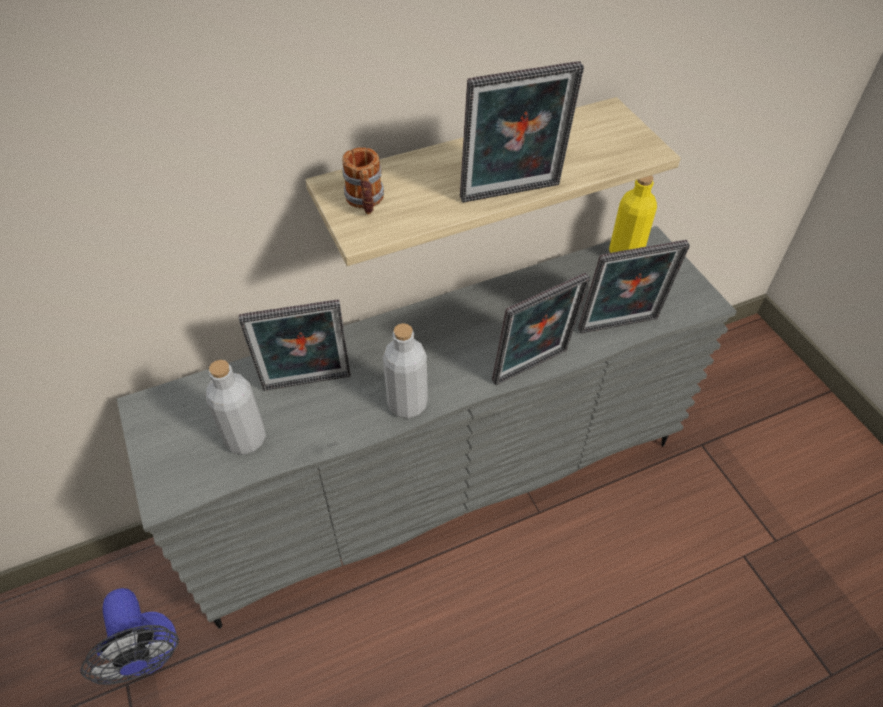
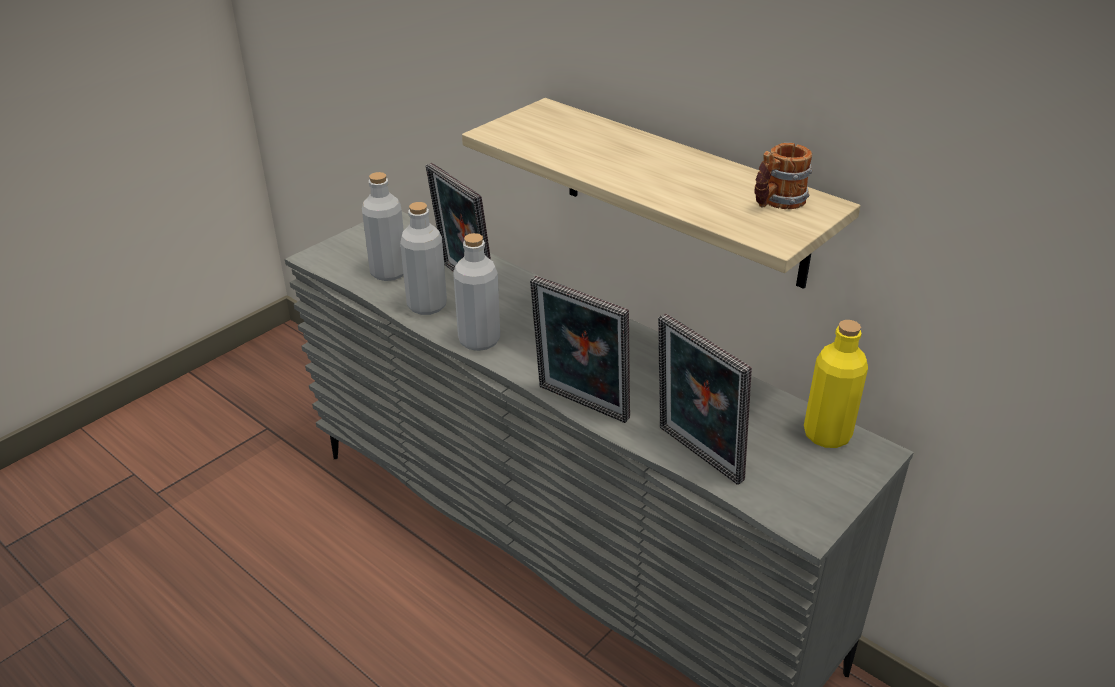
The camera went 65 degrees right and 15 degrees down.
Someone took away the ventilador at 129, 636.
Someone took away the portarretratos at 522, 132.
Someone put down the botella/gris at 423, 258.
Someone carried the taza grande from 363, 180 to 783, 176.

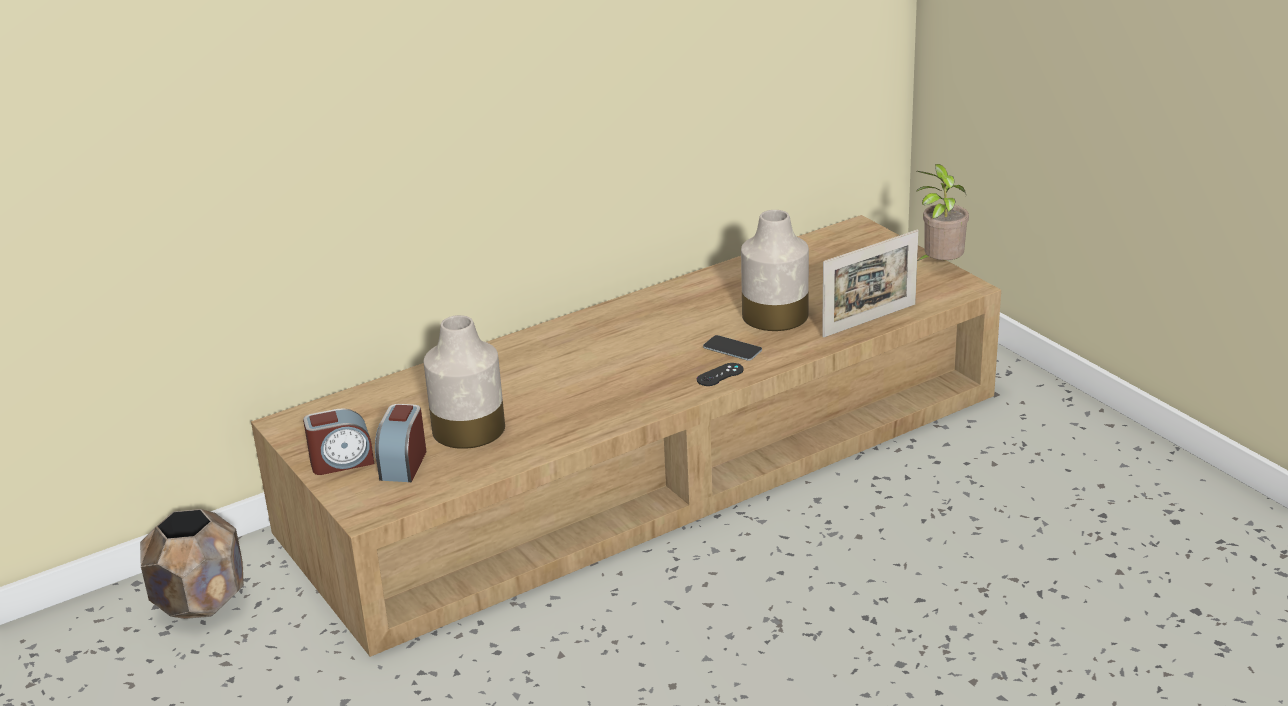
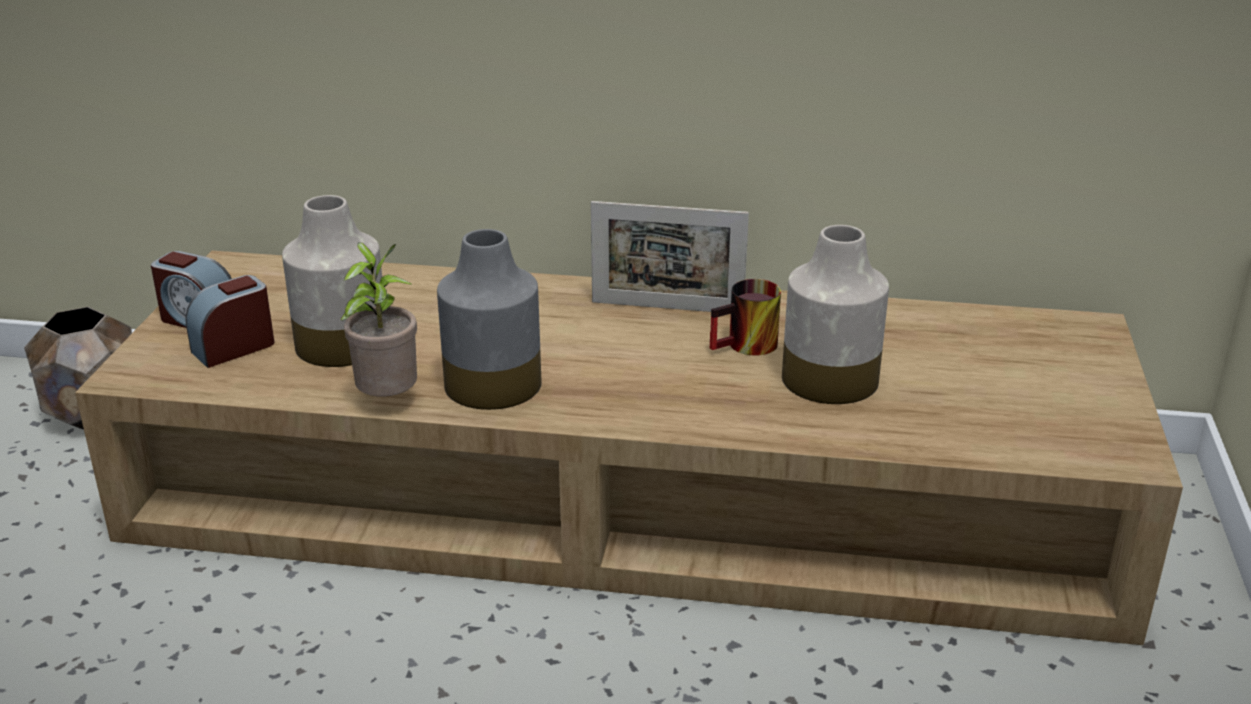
The camera went 40 degrees right and 0 degrees up.
Someone took away the mando de consola/negro at 720, 374.
Someone took away the móvil at 732, 348.
Someone put down the florero/gris at 489, 319.
Someone put down the taza grande at 745, 317.
Someone carried the portarretratos from 870, 284 to 670, 256.
Someone carried the planta en maceta from 942, 212 to 378, 319.

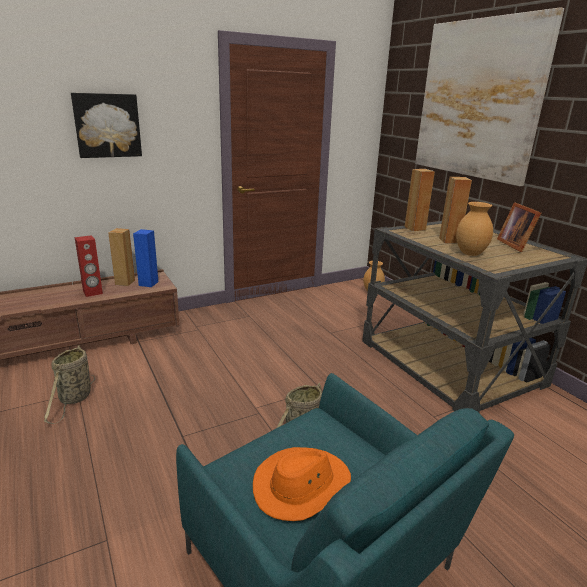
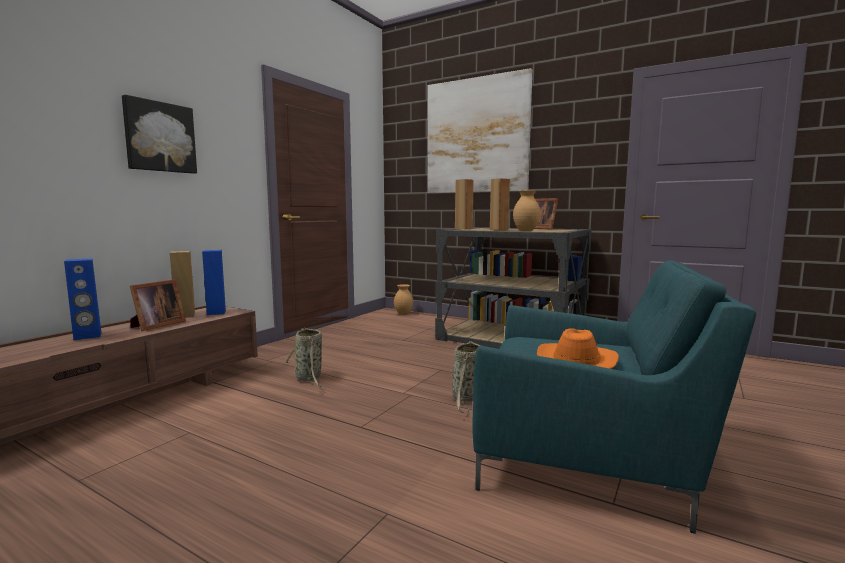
The camera went 30 degrees left and 15 degrees down.
Someone put down the altavoz/azul at 82, 299.
Someone carried the cesta from 69, 384 to 304, 358.
Someone swapped the altavoz/rojo at 89, 266 for the portarretratos at 158, 305.

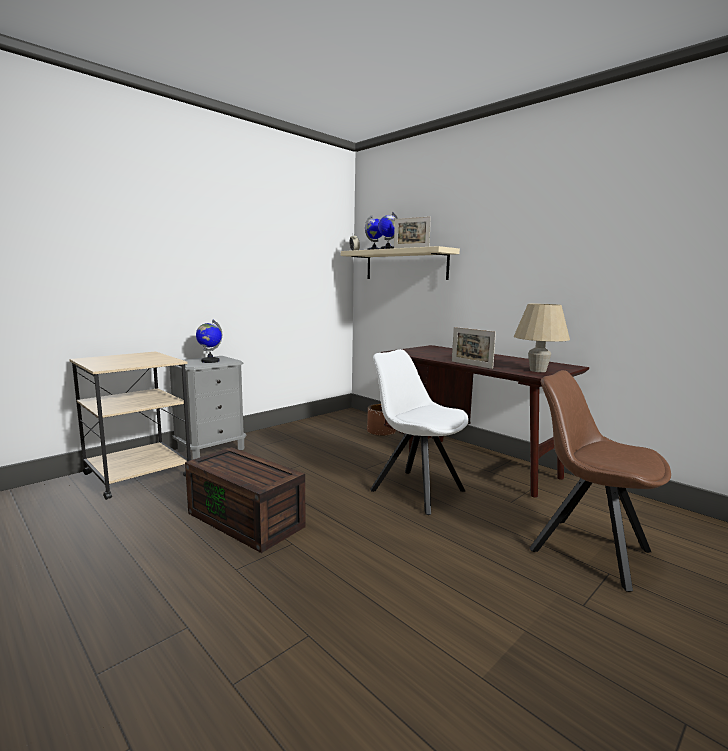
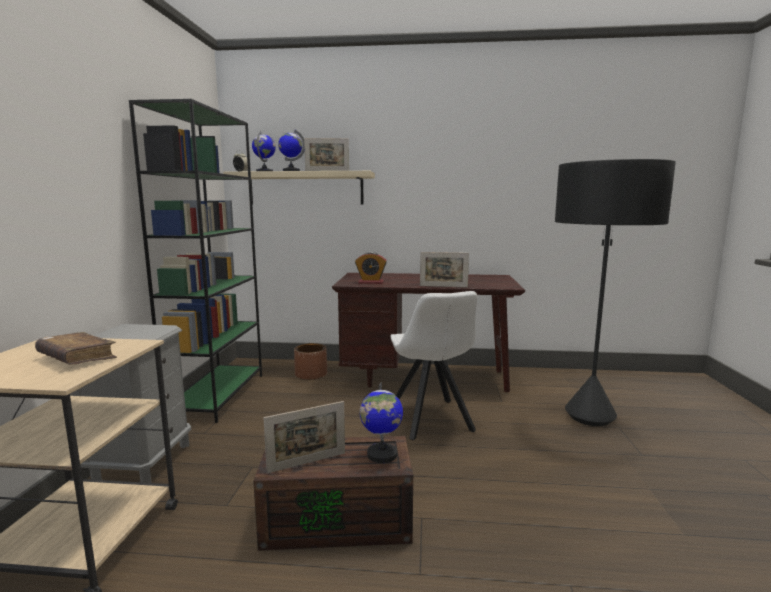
The camera went 40 degrees left and 0 degrees up.
Someone took away the lámpara de mesa/beis at 542, 338.
Someone put down the libro/marrón at 76, 348.
Someone put down the estantería/verde at 195, 261.
Someone put down the portarretratos at 304, 437.
Someone put down the despertador at 371, 268.
Someone carried the globo terráqueo from 209, 341 to 381, 422.
Someone swapped the silla/marrón at 600, 481 for the lámpara de pie/negro at 615, 292.
Someone rotated the silla/blanco at 419, 432 by 105 degrees counterclockwise.

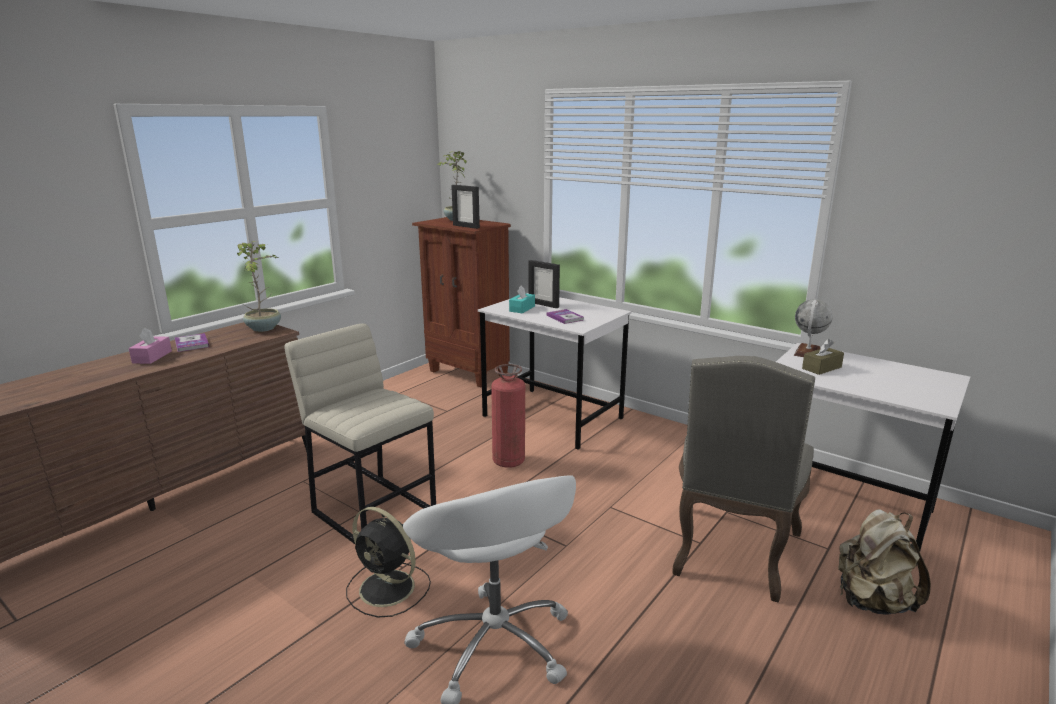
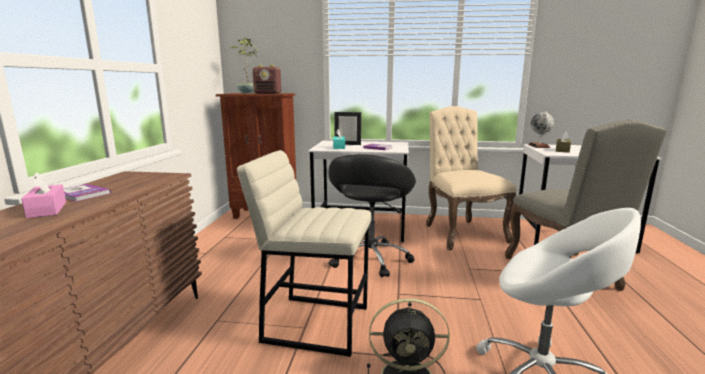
The camera went 30 degrees left and 5 degrees down.
Someone took away the planta en maceta at 259, 286.
Someone took away the mochila/beis at 884, 562.
Someone put down the silla/beis at 471, 178.
Someone swapped the portarretratos at 465, 207 for the radio at 266, 79.
Someone swapped the extintor at 508, 416 for the silla de oficina/negro at 372, 215.

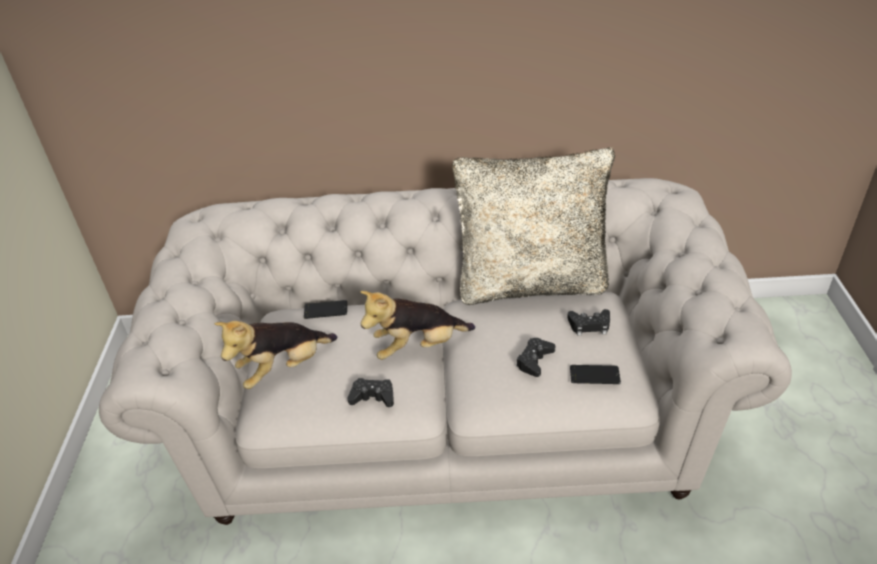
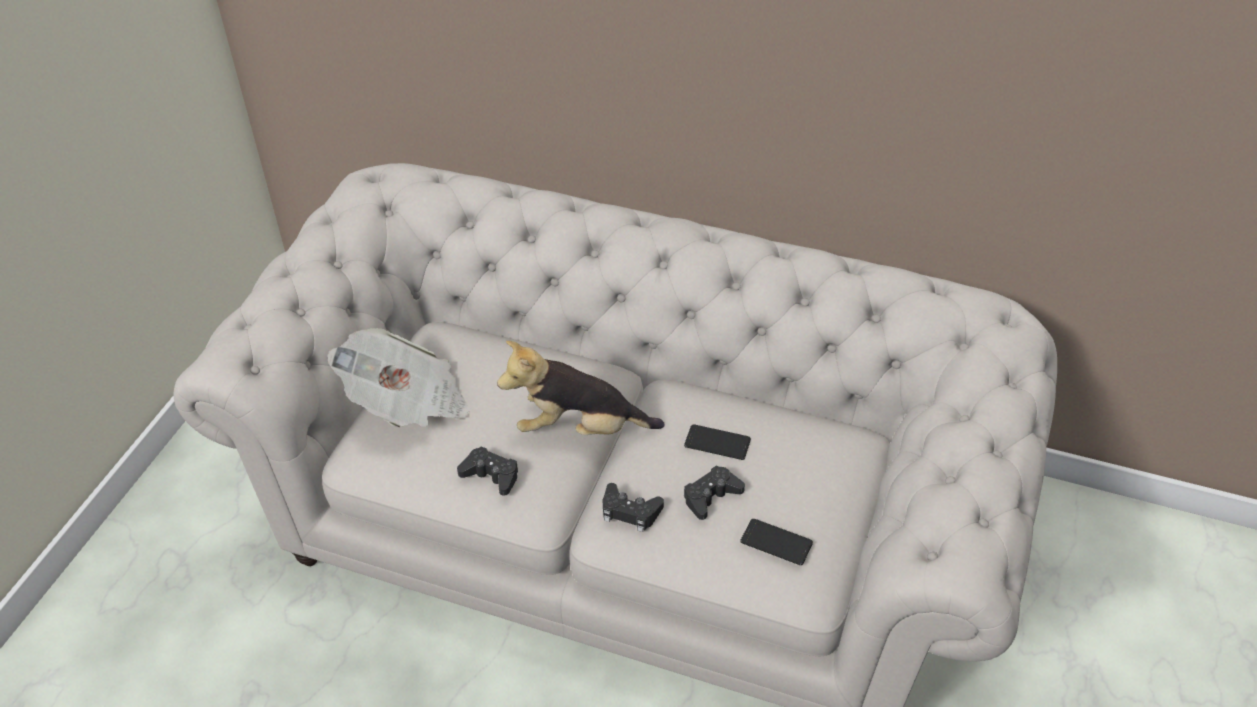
The camera went 20 degrees right and 5 degrees up.
Someone took away the cojín/beis at 533, 226.
Someone carried the móvil from 325, 309 to 717, 442.
Someone carried the mando de consola/negro from 588, 322 to 633, 507.
Someone swapped the peluche at 275, 355 for the periódico at 398, 377.

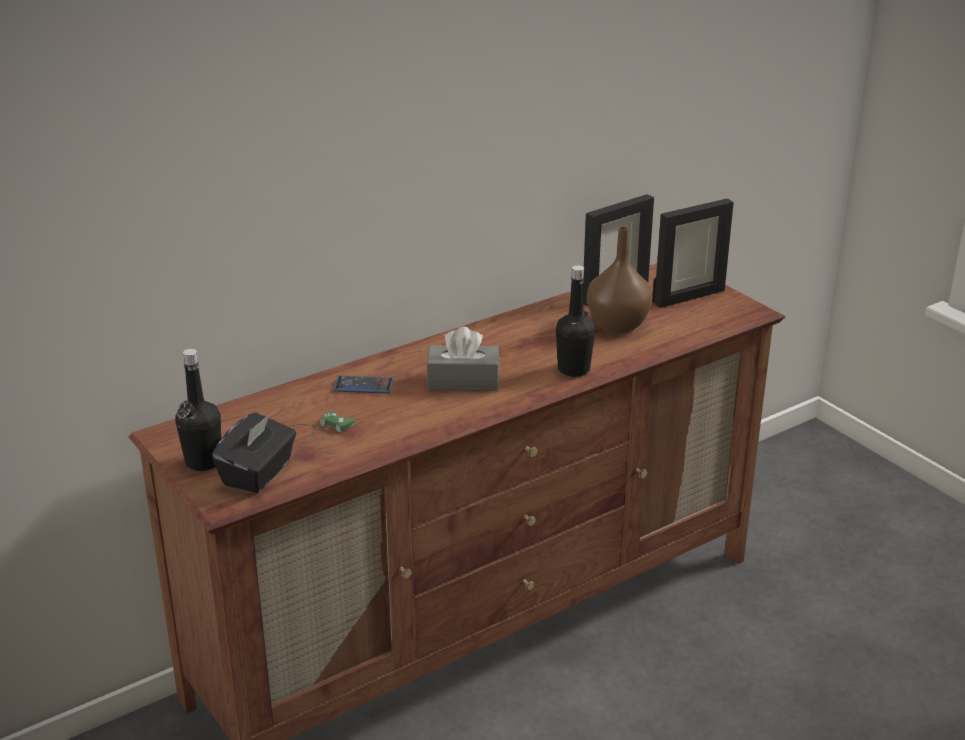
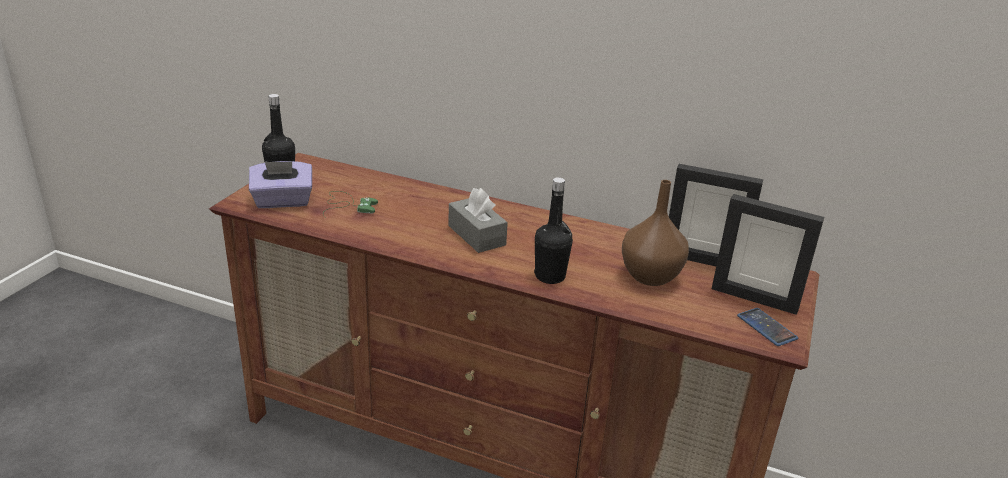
The camera went 55 degrees right and 0 degrees up.
Someone carried the móvil from 363, 385 to 767, 327.
Someone repainted the caja de pañuelos/negro at 254, 452, which became the caja de pañuelos/morado at 280, 184.

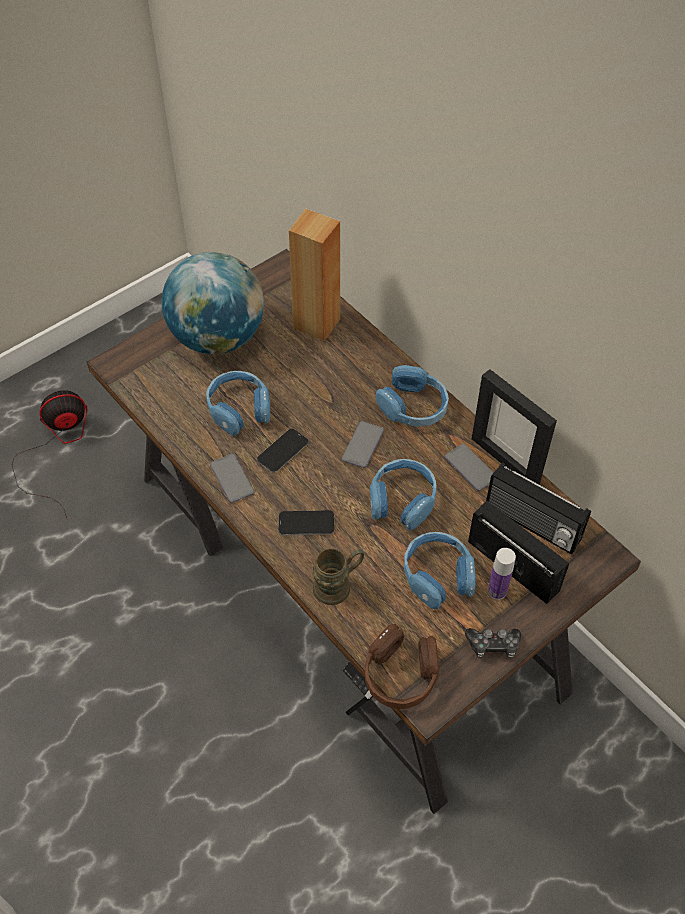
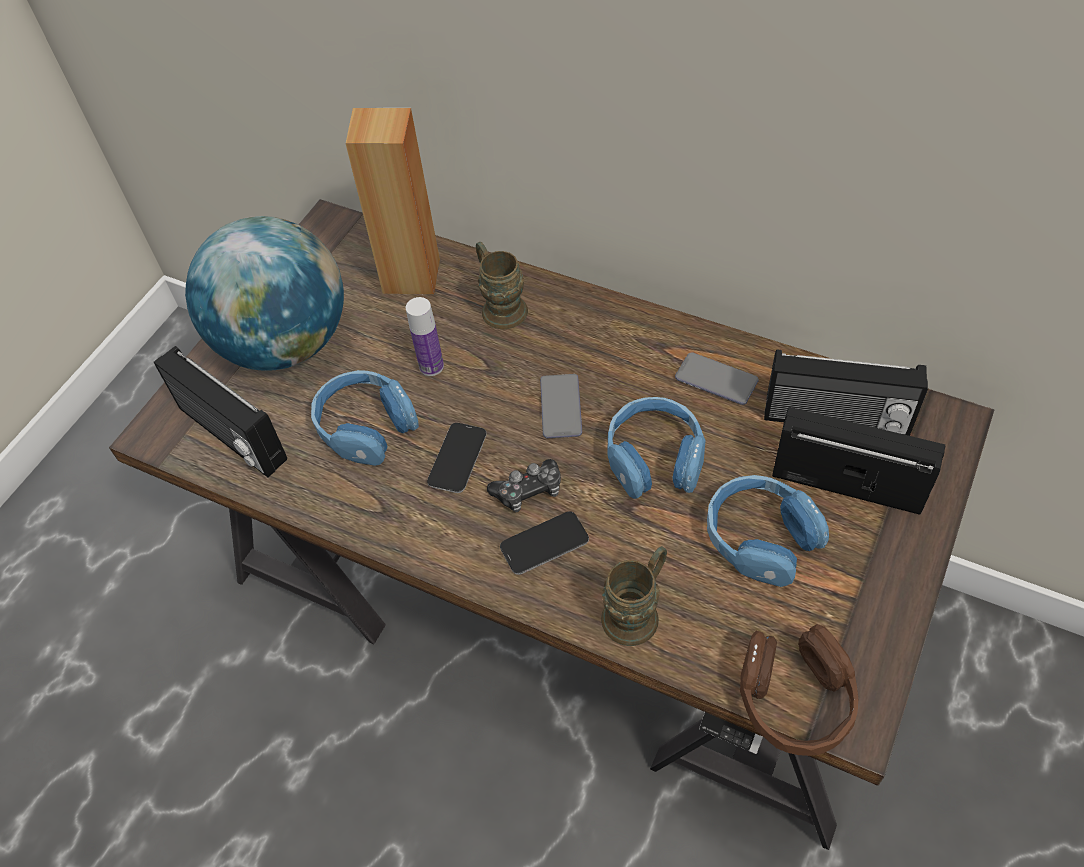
The camera went 20 degrees left and 0 degrees up.
Someone took away the ventilador at 49, 454.
Someone took away the móvil at 232, 478.
Someone took away the auriculares/azul at 412, 396.
Someone took away the portarretratos at 514, 426.
Someone put down the radio at 220, 411.
Someone put down the taza grande/marrón at 502, 285.
Someone carried the mando de consola from 493, 643 to 524, 485.
Someone carried the botella from 502, 574 to 425, 336.

